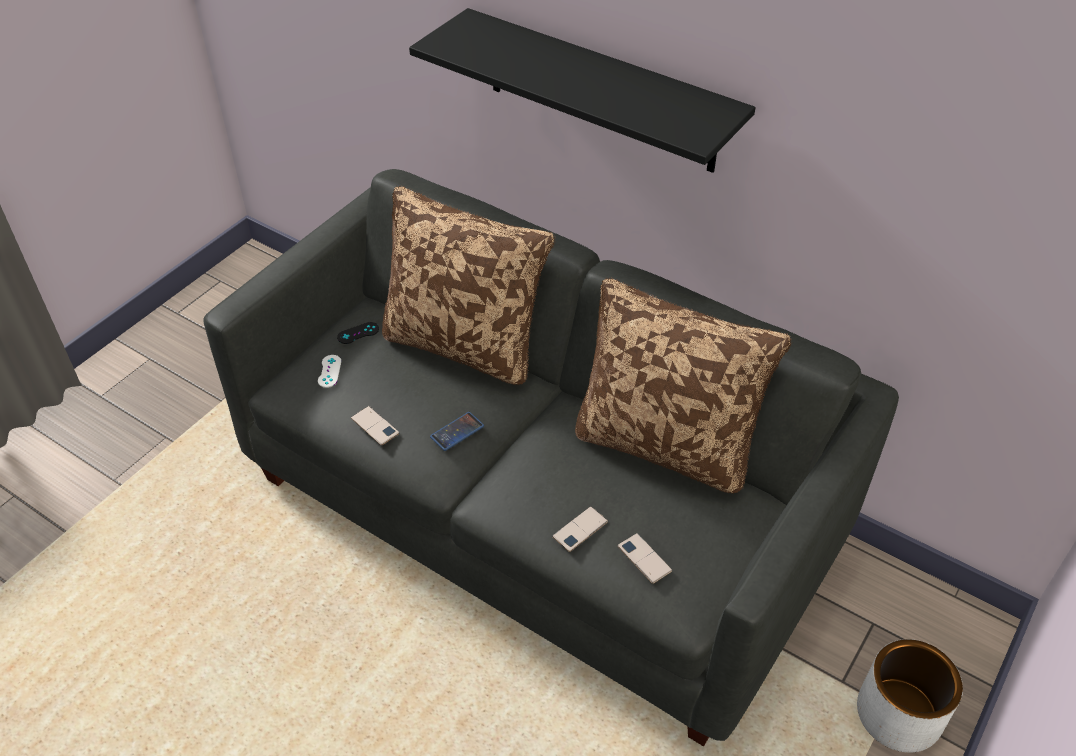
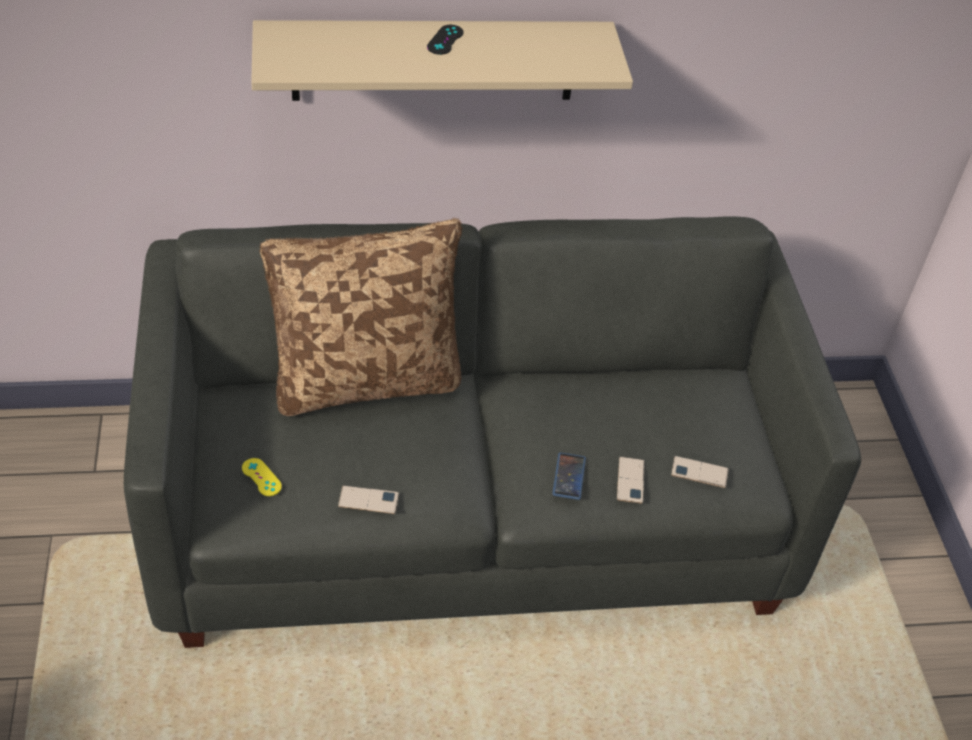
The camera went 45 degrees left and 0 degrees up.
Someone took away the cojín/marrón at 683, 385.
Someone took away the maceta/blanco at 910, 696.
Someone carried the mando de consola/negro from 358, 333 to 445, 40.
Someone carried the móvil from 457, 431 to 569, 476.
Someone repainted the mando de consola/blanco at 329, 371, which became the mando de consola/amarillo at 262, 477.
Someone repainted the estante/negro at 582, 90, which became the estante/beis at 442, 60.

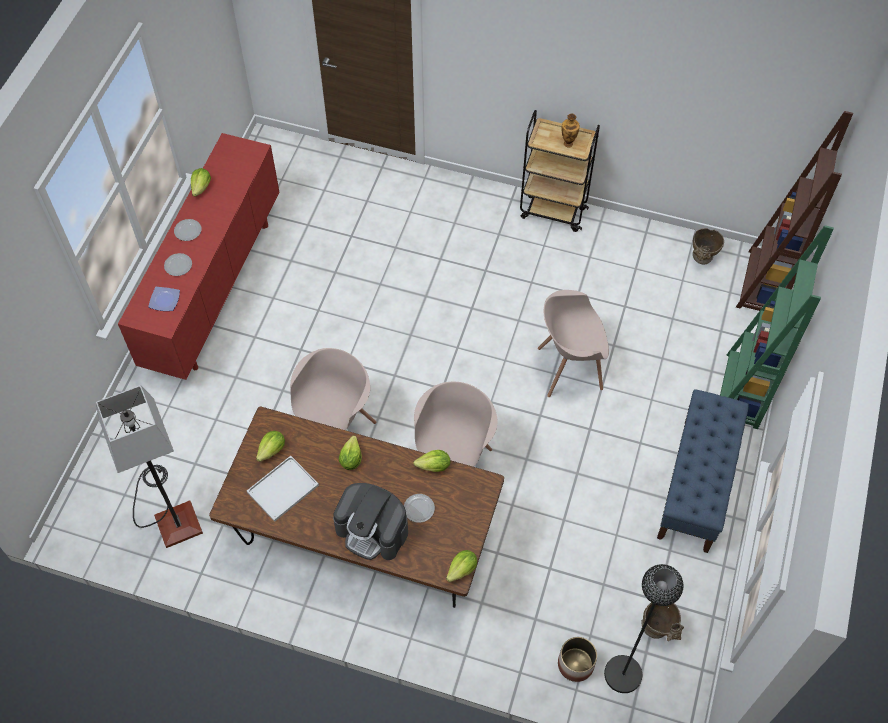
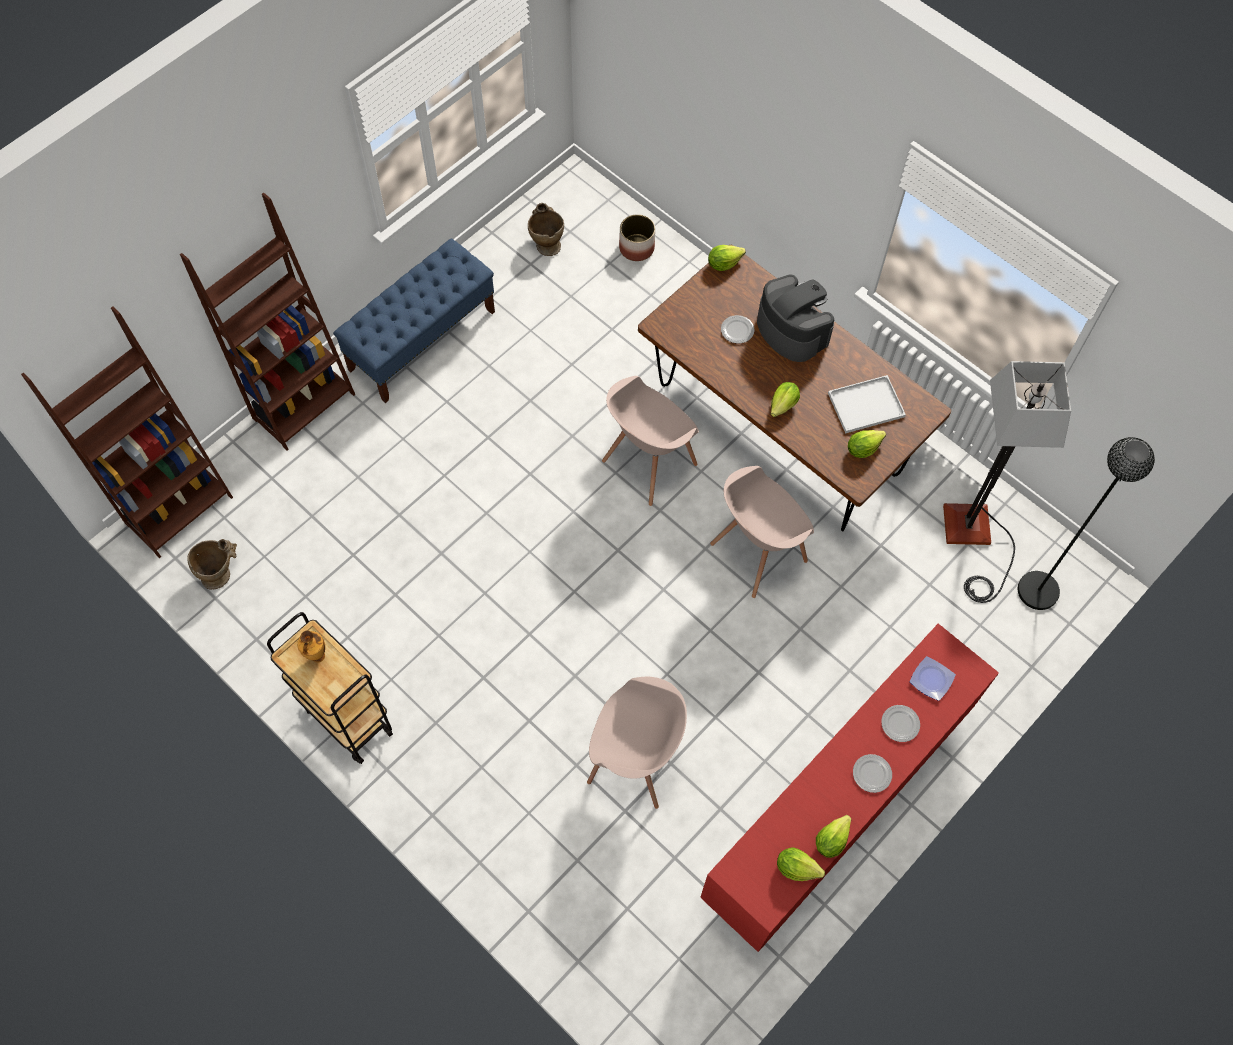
The camera went 155 degrees left and 5 degrees up.
Someone carried the lechuga from 431, 461 to 801, 864.
Someone carried the silla/beis from 573, 343 to 637, 743.
Someone carried the lámpara de pie/negro from 644, 628 to 1086, 523.
Someone repainted the estantería/verde at 777, 327, which became the estantería/marrón at 267, 321.

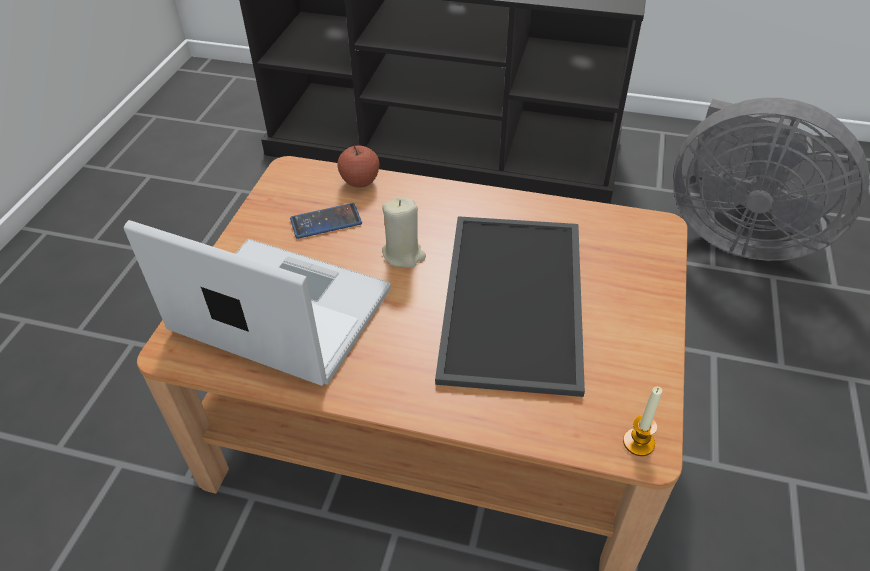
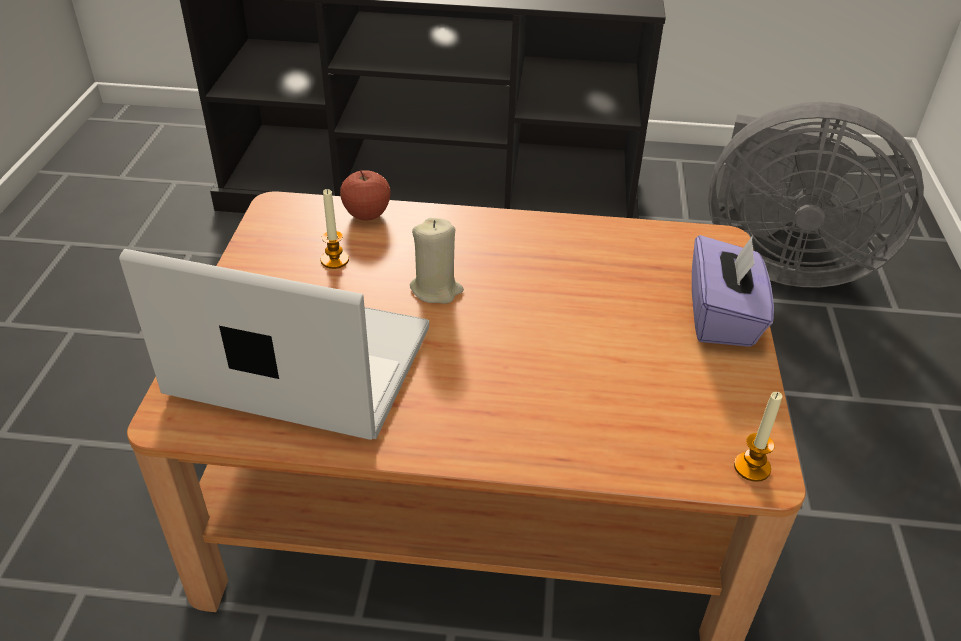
The camera went 10 degrees left and 5 degrees down.
Someone took away the bandeja at 510, 306.
Someone put down the caja de pañuelos/morado at 733, 291.
Someone swapped the móvil at 326, 221 for the vela at 335, 229.

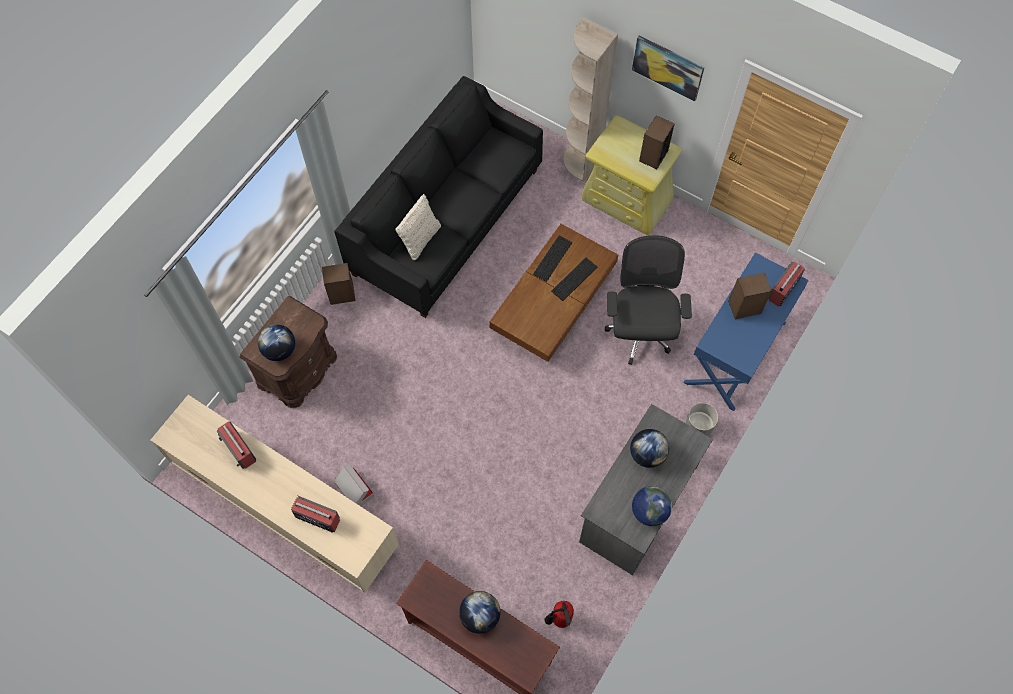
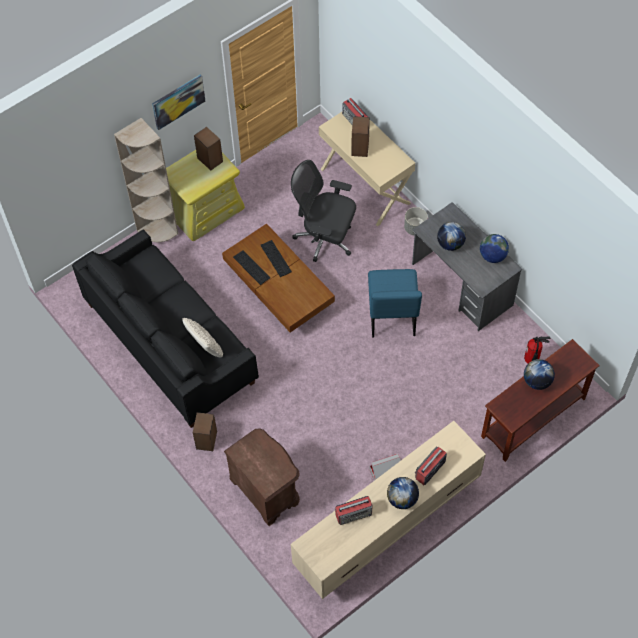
The camera went 70 degrees left and 5 degrees down.
Someone put down the silla/azul at 395, 303.
Someone carried the globo terráqueo from 276, 342 to 403, 493.
Someone repainted the escritorio/azul at 746, 332, which became the escritorio/beis at 367, 169.

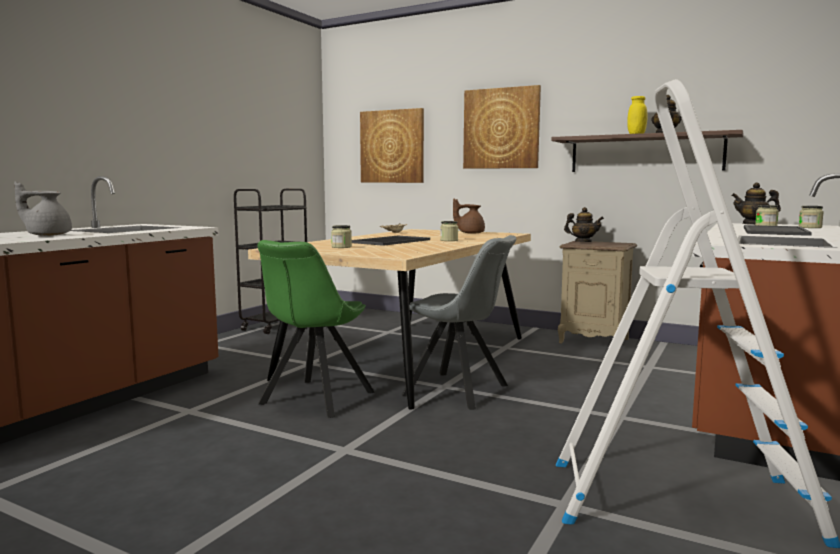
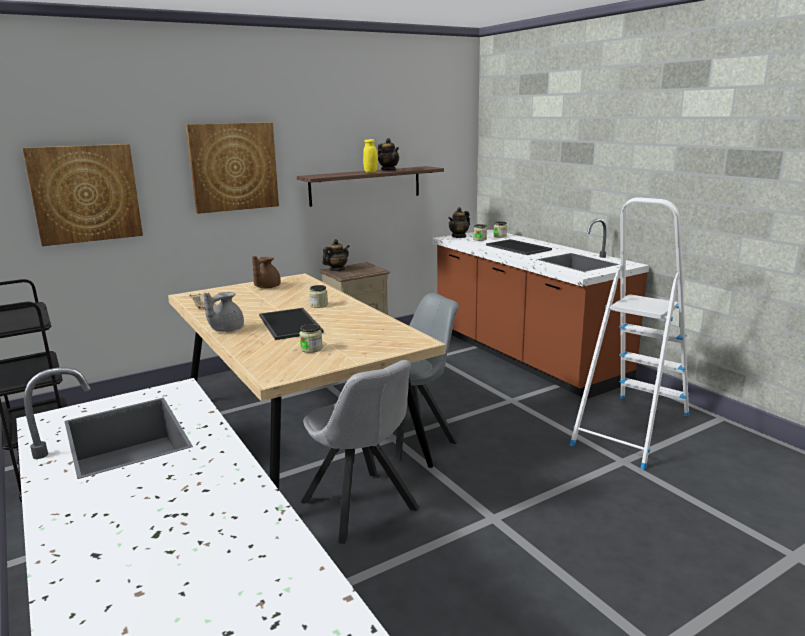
The camera went 60 degrees left and 10 degrees up.
Someone carried the tetera/gris from 43, 209 to 223, 312.
Someone repainted the silla/verde at 316, 329, which became the silla/gris at 360, 452.

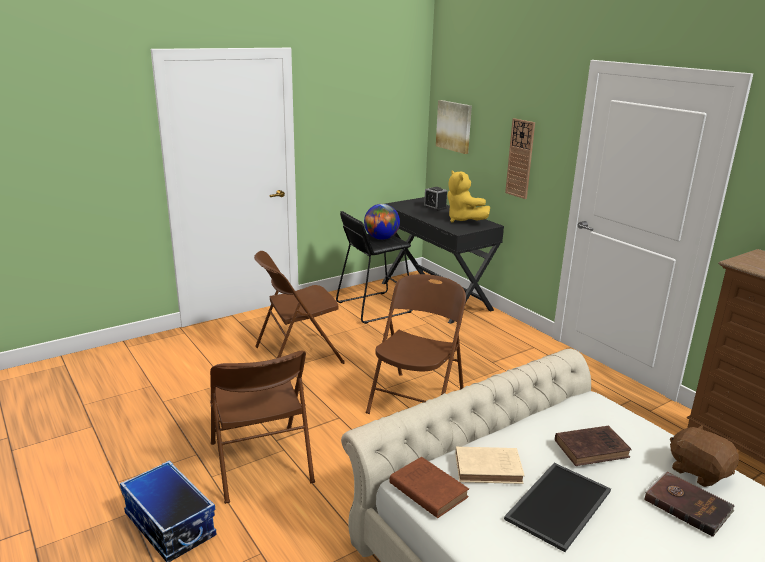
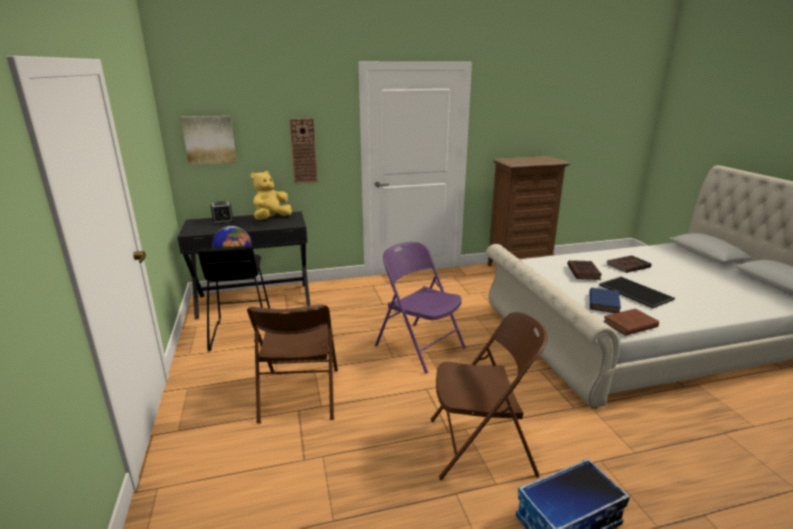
The camera went 70 degrees left and 0 degrees up.
Someone took away the peluche/marrón at 704, 455.
Someone repainted the silla/marrón at 416, 344, which became the silla/morado at 420, 308.
Someone repainted the libro/beis at 490, 465, which became the libro/azul at 605, 300.
Someone rotated the peluche/amarillo at 468, 196 by 135 degrees clockwise.

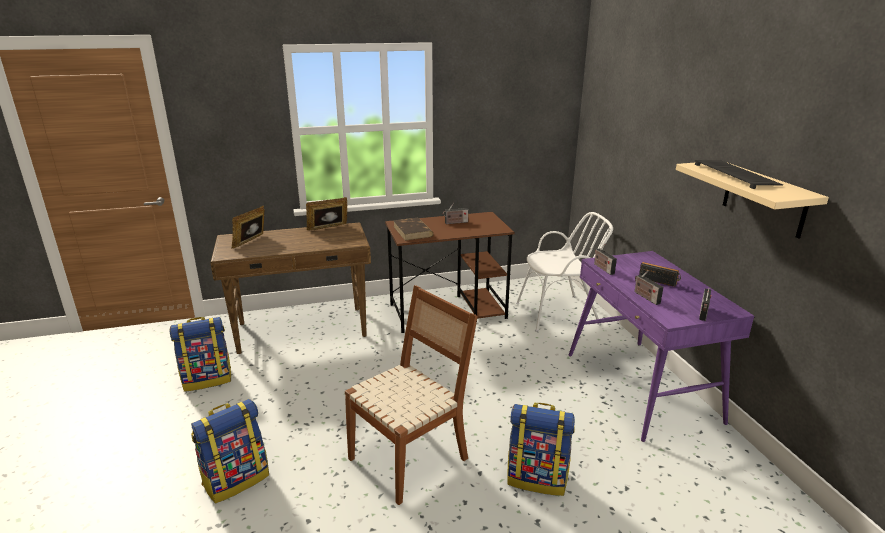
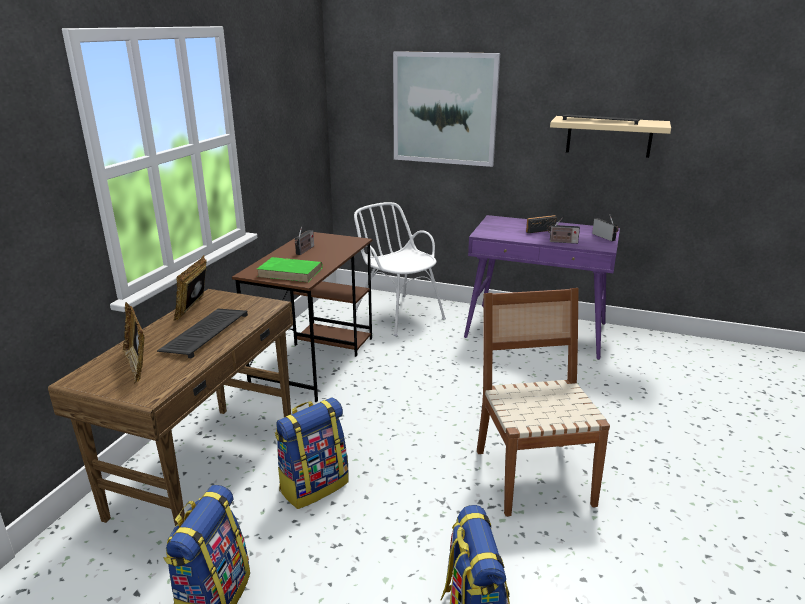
The camera went 55 degrees left and 0 degrees up.
Someone took away the radio at 605, 259.
Someone put down the teclado at 202, 333.
Someone put up the cuadro at 446, 109.
Someone carried the mochila from 541, 449 to 312, 453.
Someone repainted the libro/marrón at 413, 229, which became the libro/verde at 290, 269.
Someone rotated the silla/blanco at 564, 272 by 60 degrees counterclockwise.

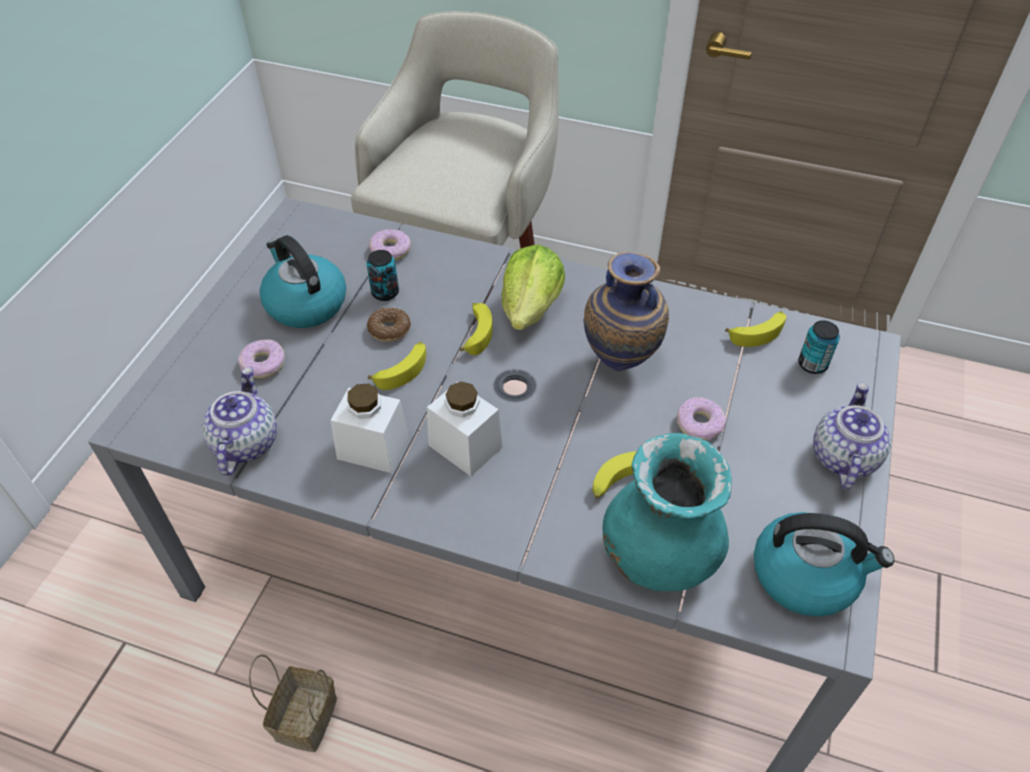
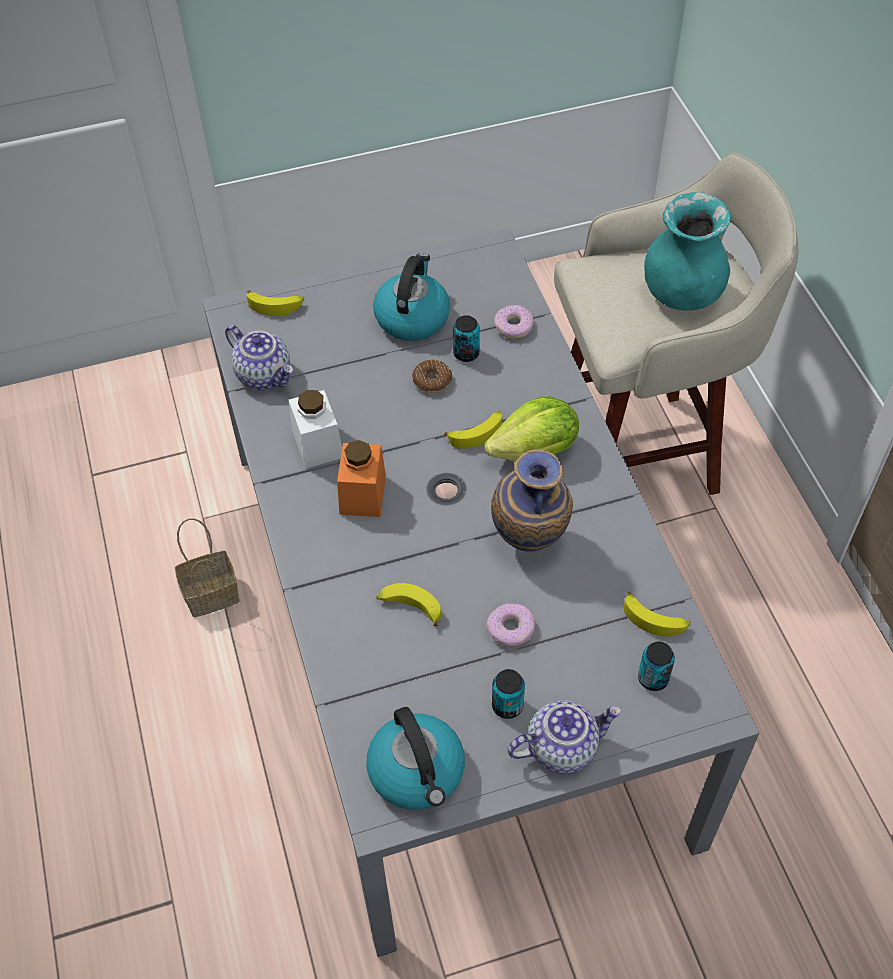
The camera went 55 degrees right and 5 degrees up.
Someone took away the rosquilla at 261, 359.
Someone put down the lata at 508, 694.
Someone carried the plátano from 397, 365 to 275, 303.
Someone carried the florero/turquesa from 667, 512 to 687, 251.
Someone repainted the tarro/blanco at 464, 429, which became the tarro/naranja at 361, 478.
Someone rotated the tetera at 239, 421 by 75 degrees clockwise.

